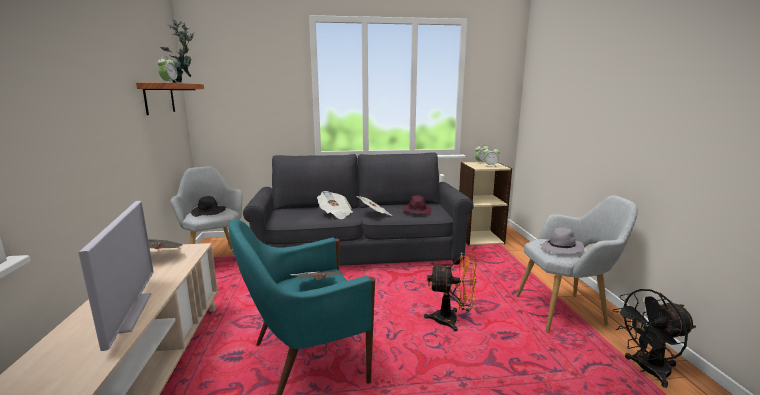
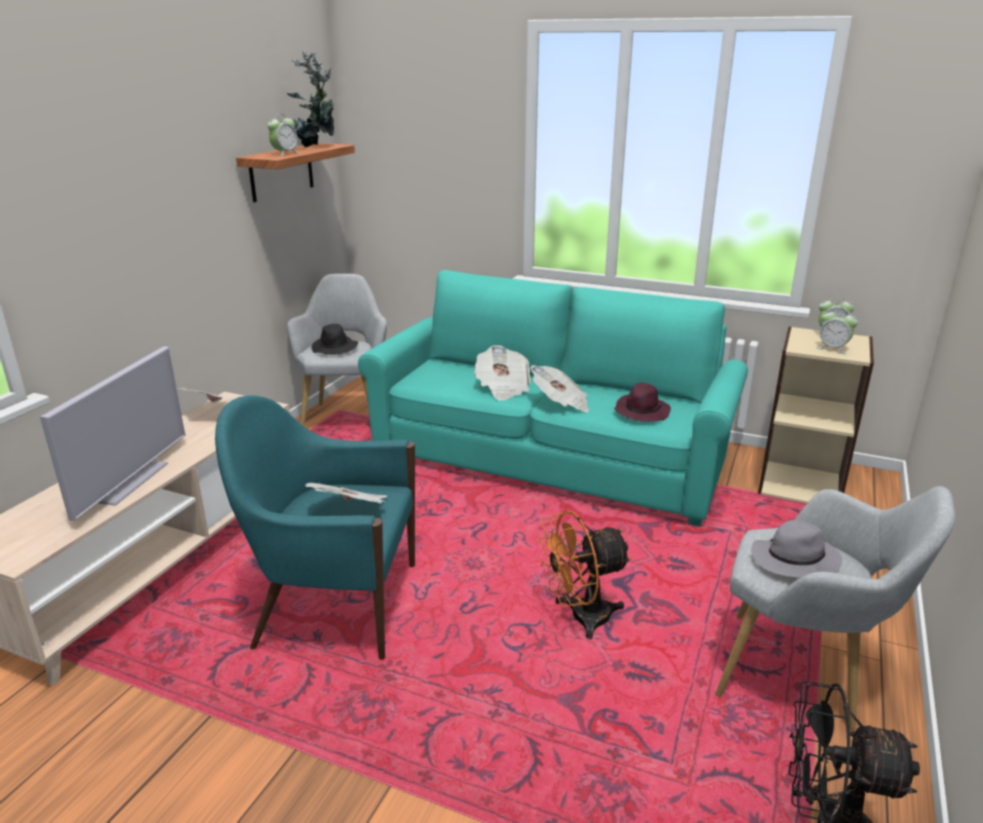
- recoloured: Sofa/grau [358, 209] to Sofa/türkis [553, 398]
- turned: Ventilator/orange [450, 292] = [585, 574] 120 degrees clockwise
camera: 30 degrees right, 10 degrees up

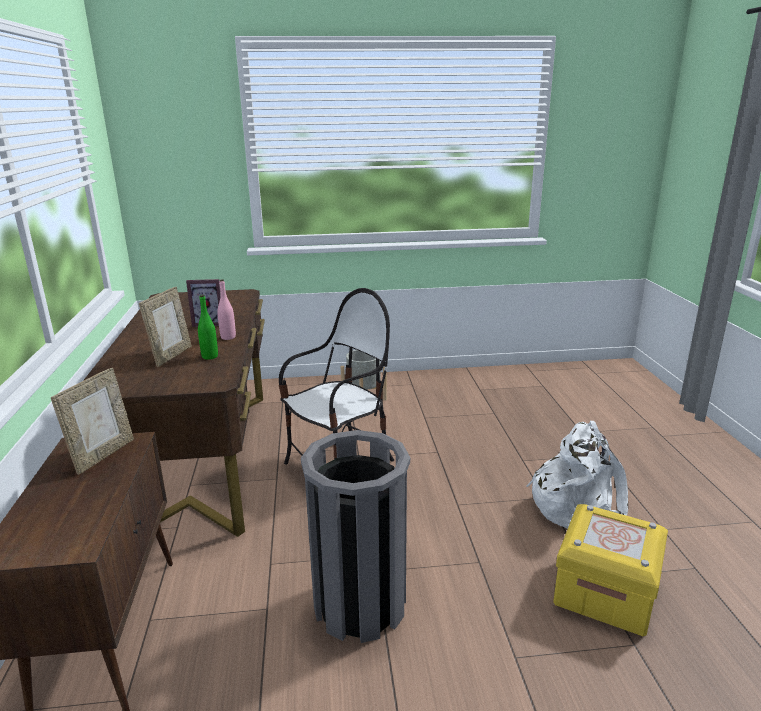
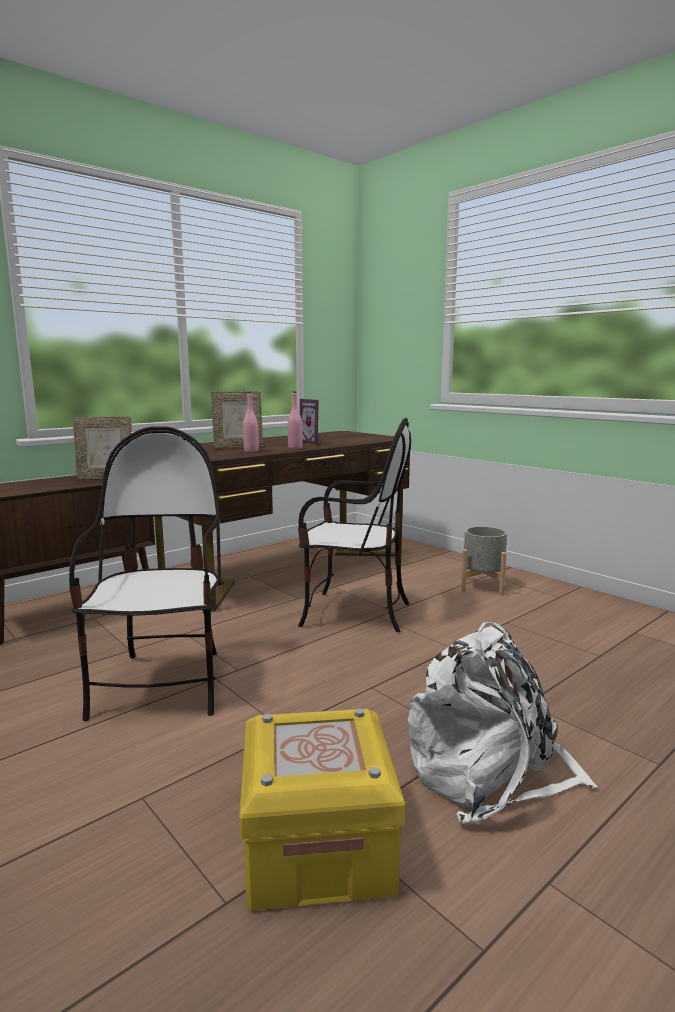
- replaced: Mülleimer/grau [355, 536] to Stuhl [145, 573]
- recoloured: Flasche/grün [208, 327] to Flasche/rosa [251, 422]
camera: 55 degrees right, 10 degrees down

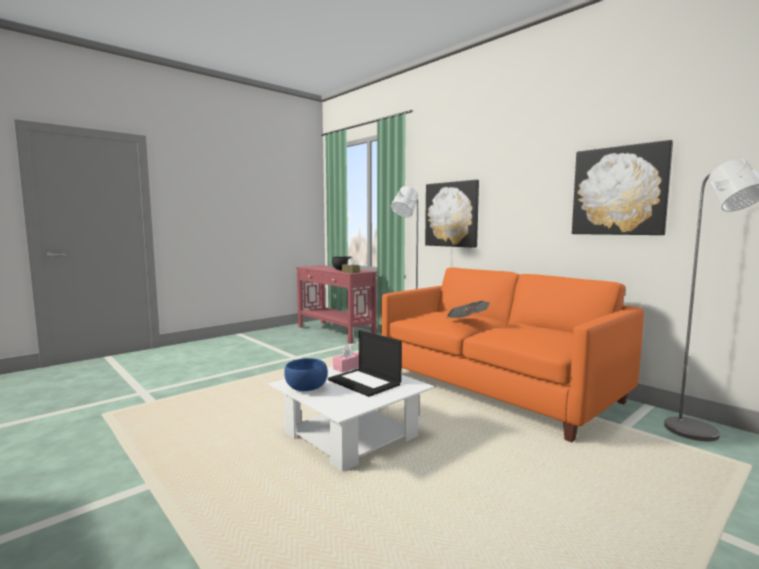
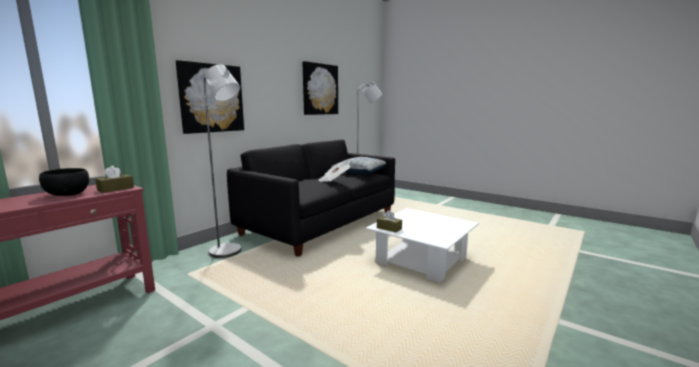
- recoloured: Sofa/orange [512, 354] to Sofa/schwarz [311, 198]
- added: Kissen [358, 165]
- recoloured: Taschentuchbox/rosa [346, 358] to Taschentuchbox/braun [389, 221]
- removed: Schüssel/blau [306, 374]
- removed: Laptop [365, 363]
camera: 100 degrees left, 5 degrees up

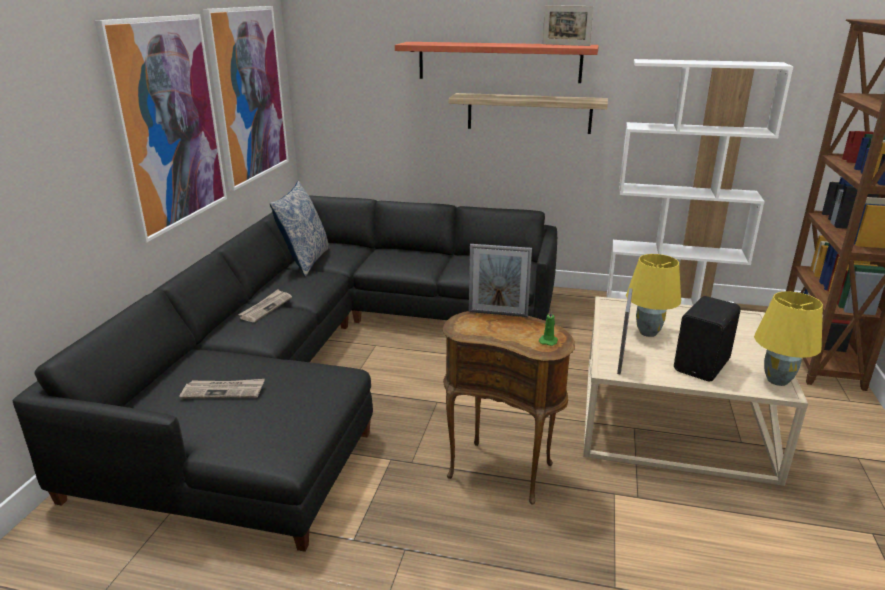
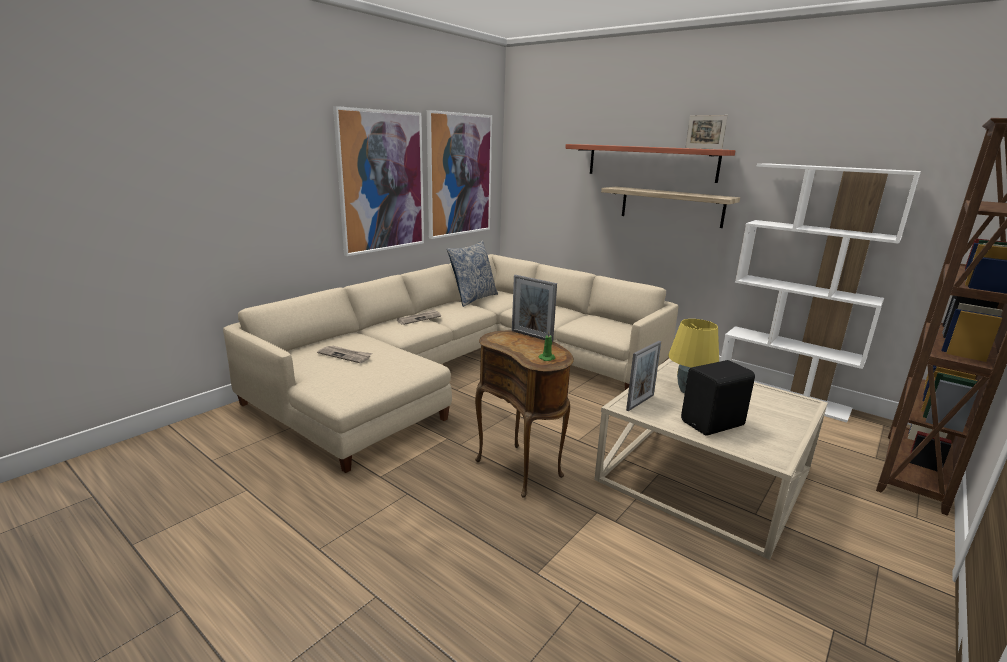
- recoloured: Sofa/schwarz [285, 373] to Sofa/beige [451, 363]
- removed: Tischlampe/gelb [788, 338]
camera: 25 degrees right, 5 degrees down

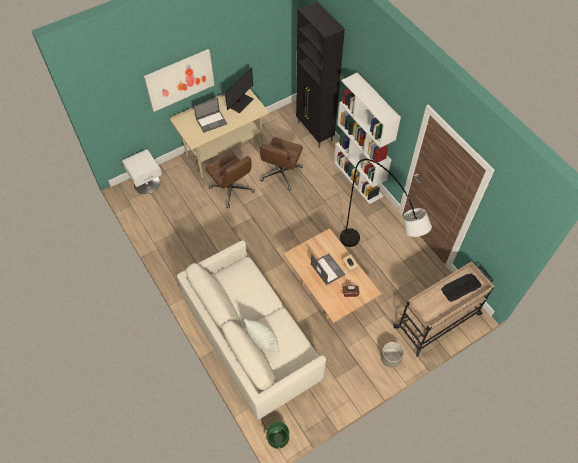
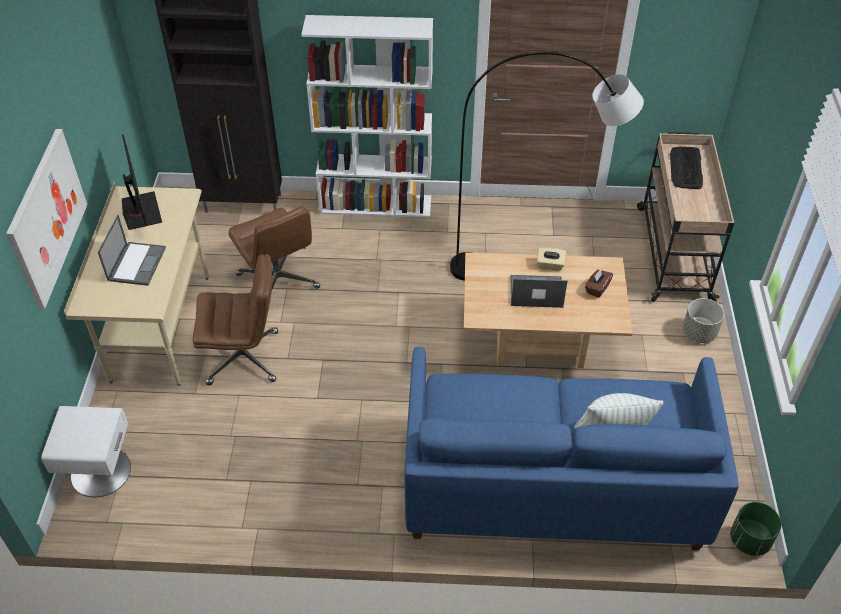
- recoloured: Sofa/weiß [251, 330] to Sofa/blau [572, 448]
camera: 55 degrees left, 10 degrees down

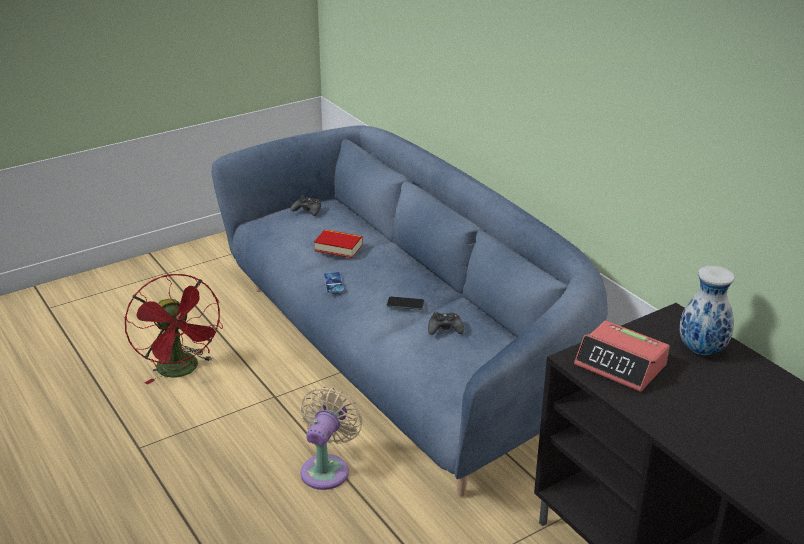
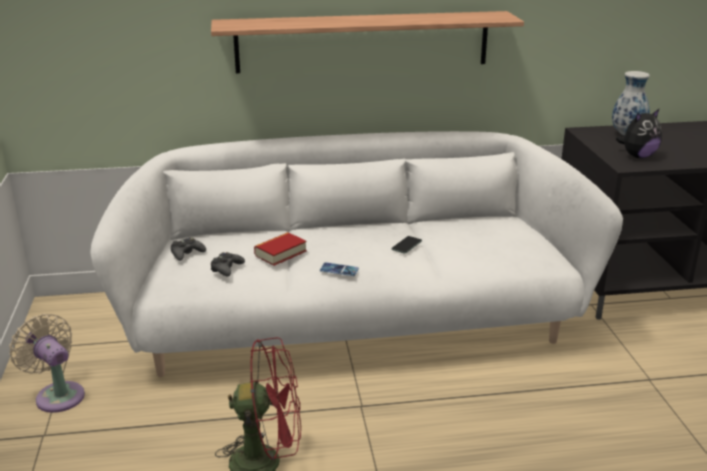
- moved: Ventilator/beige [331, 438] to [47, 363]
- recoloured: Sofa/blau [409, 311] to Sofa/weiß [356, 254]
- added: Wandregal [367, 42]
- moved: Gamepad/schwarz [446, 323] to [228, 264]
- replaced: Wecker [621, 356] to Plüschtier [639, 133]
camera: 65 degrees left, 5 degrees down

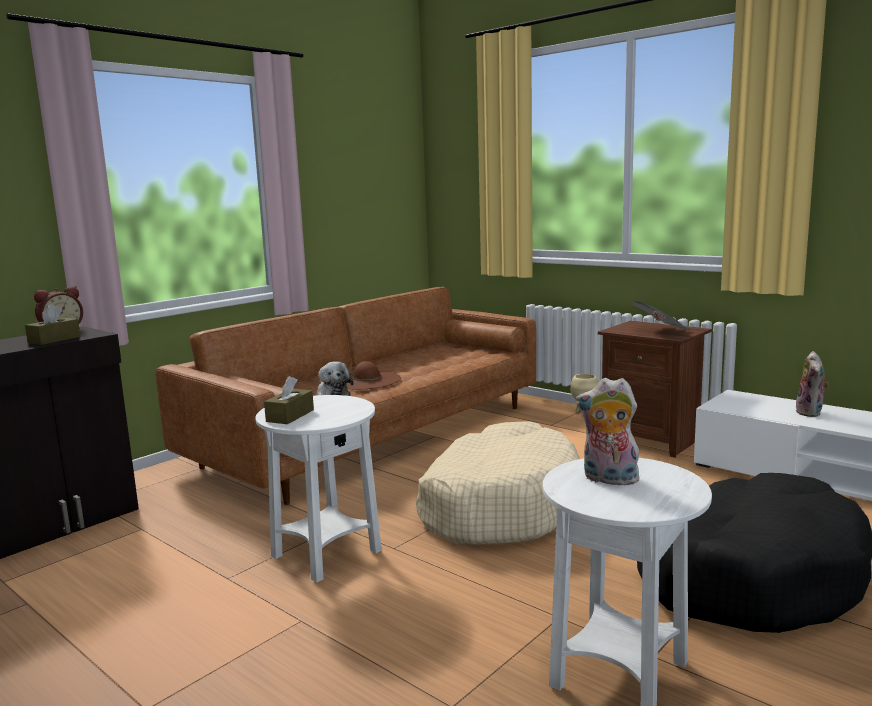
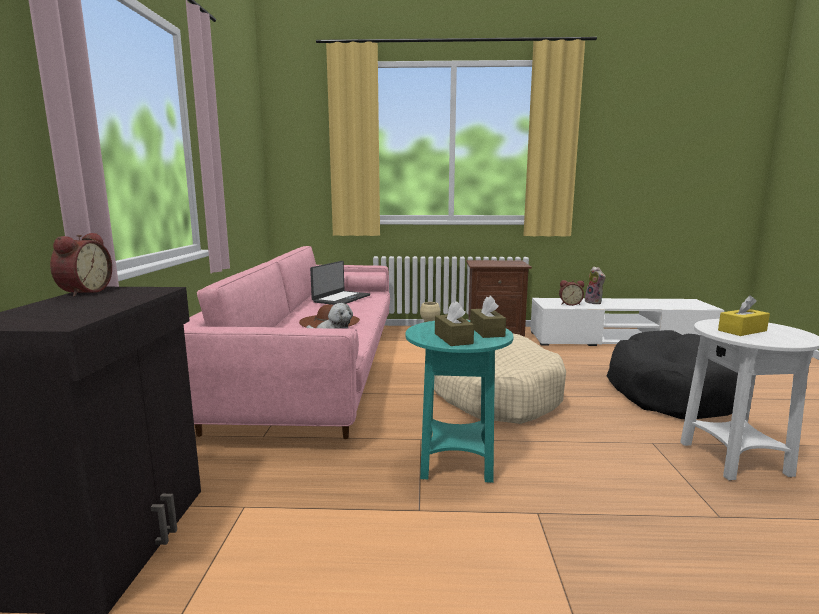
- recoloured: Sofa/braun [345, 396] to Sofa/rosa [287, 342]
- added: Laptop [340, 283]
- recoloured: Beistelltisch/weiß [318, 489] to Beistelltisch/türkis [459, 401]
- moved: Taschentuchbox/braun [52, 324] to [488, 317]
- added: Wecker [571, 293]
- replaced: Plüschtier [607, 431] to Taschentuchbox/gelb [744, 316]
- removed: Zeitung [661, 315]
camera: 40 degrees left, 0 degrees up

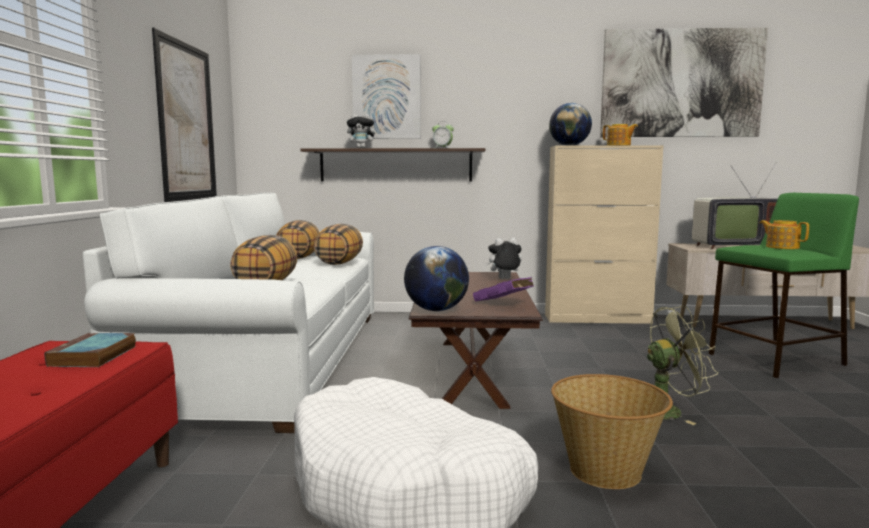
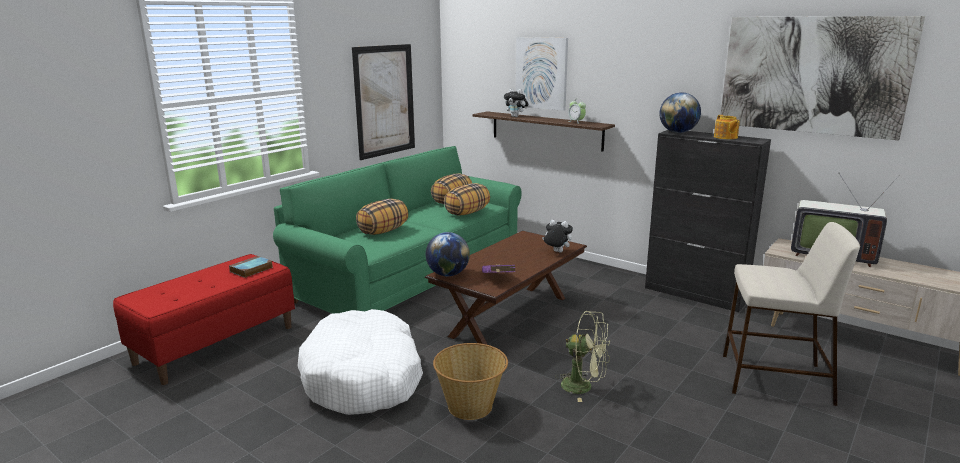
- recoloured: Sofa/weiß [228, 312] to Sofa/grün [397, 229]
- recoloured: Schrank/beige [604, 234] to Schrank/schwarz [708, 221]
- recoloured: Hocker/grün [784, 285] to Hocker/beige [791, 314]
- removed: Teekanne [784, 234]
camera: 35 degrees right, 10 degrees up

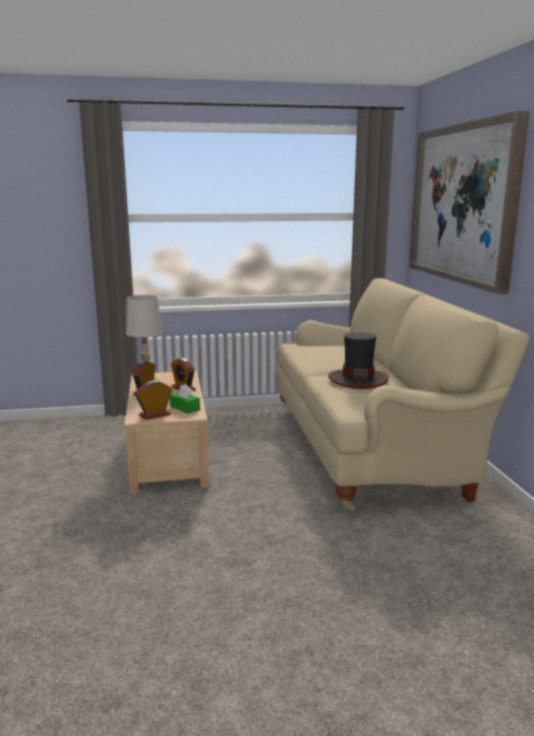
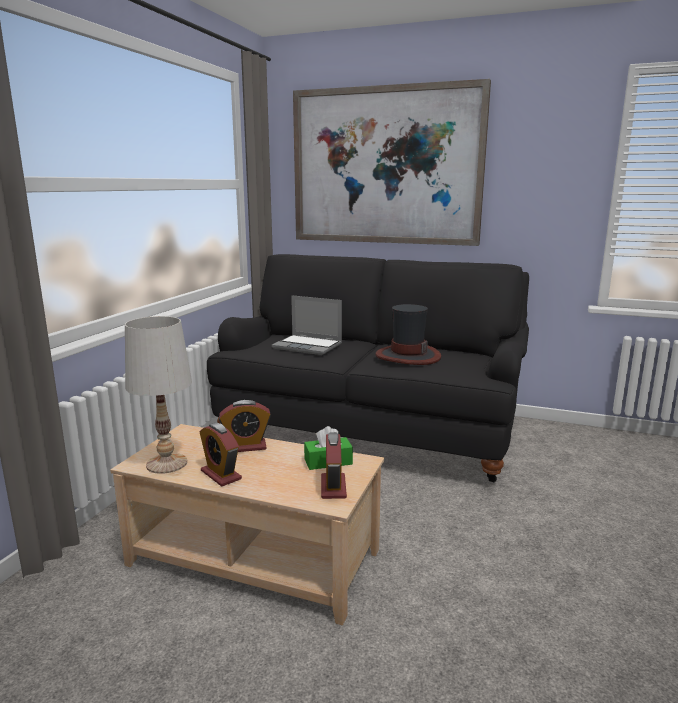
- recoloured: Sofa/beige [403, 394] to Sofa/schwarz [368, 368]
- added: Laptop [307, 325]
camera: 60 degrees left, 0 degrees up

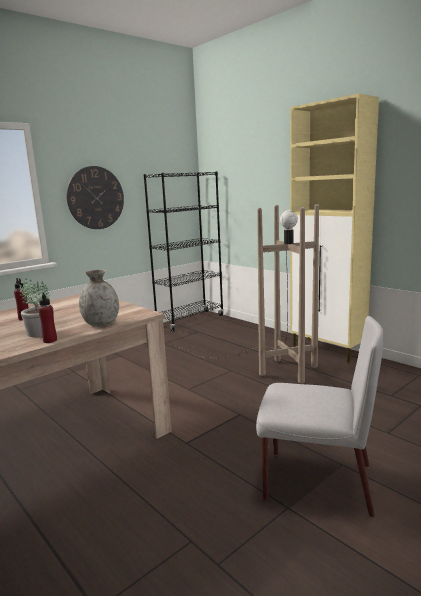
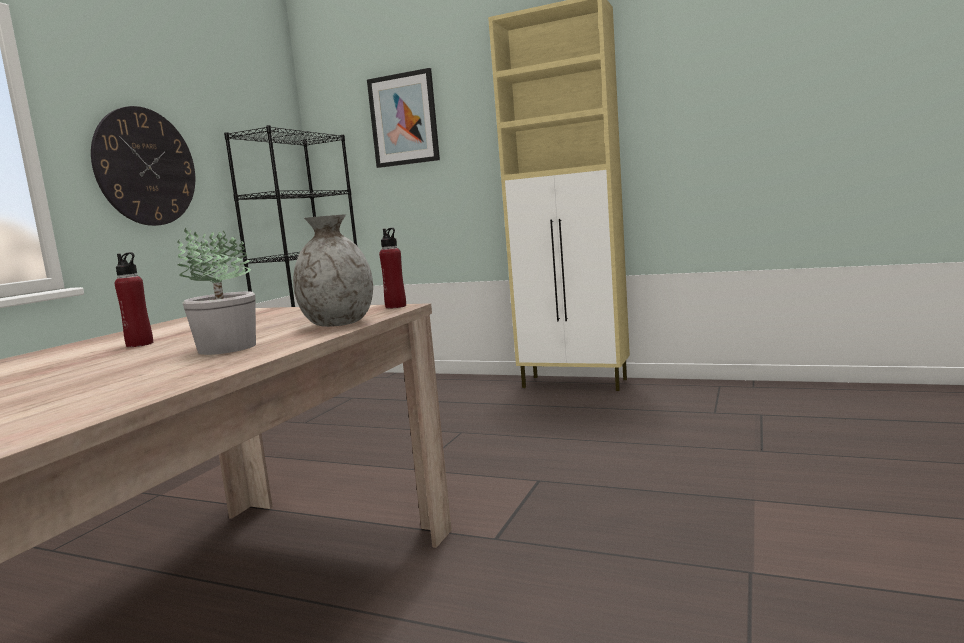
- added: Bild [403, 118]
- moved: Flasche/rot [47, 318] to [392, 268]
- removed: Stehlampe/braun [231, 294]
- removed: Stuhl/grau [320, 416]
camera: 25 degrees left, 5 degrees down

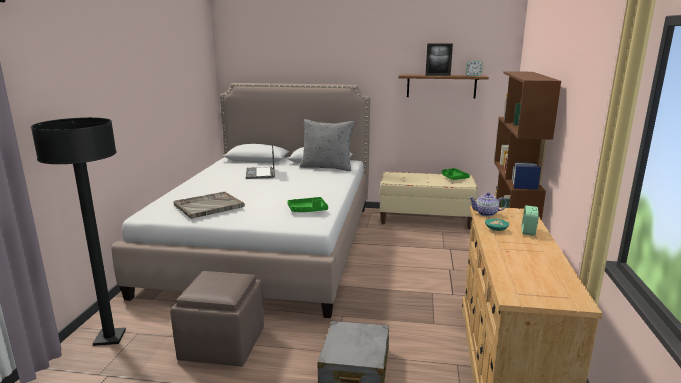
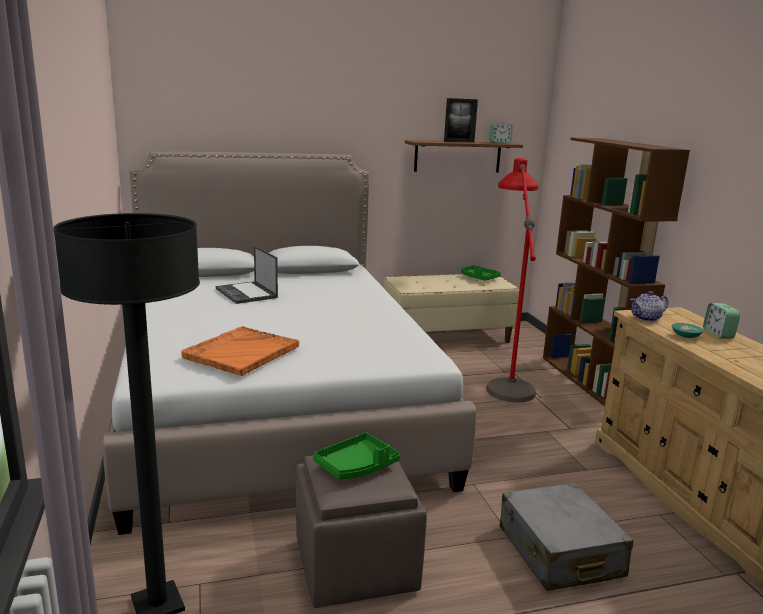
- recoloured: Tablett/grau [209, 205] to Tablett/orange [240, 351]
- moved: Tablett/grün [307, 204] to [356, 455]
- added: Stehlampe/rot [512, 280]
- removed: Kissen/grau [327, 145]
camera: 25 degrees left, 0 degrees up

